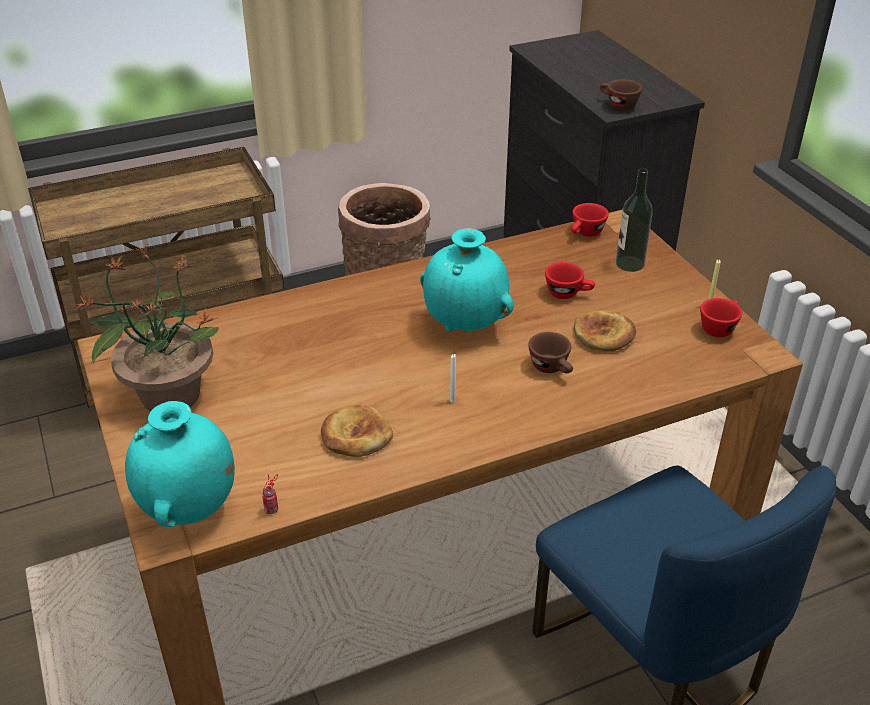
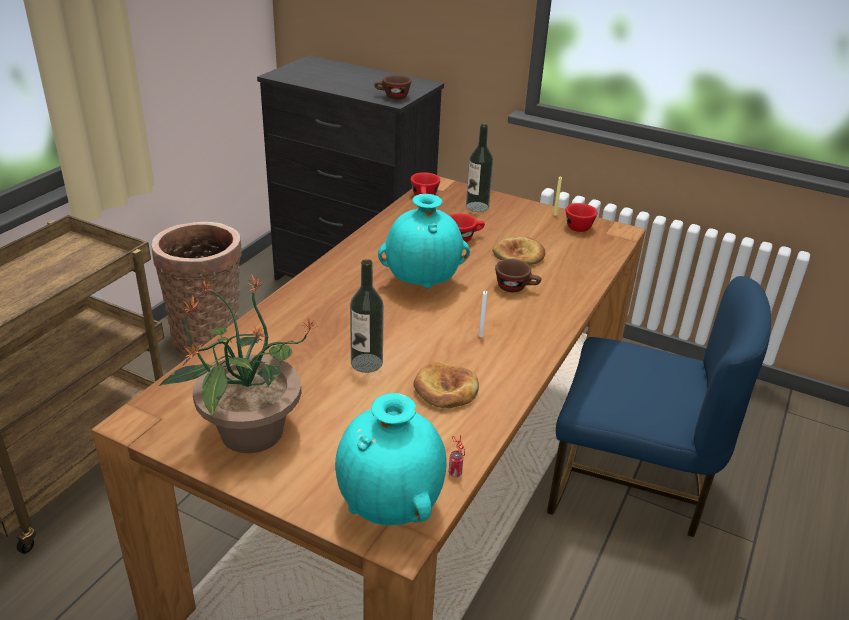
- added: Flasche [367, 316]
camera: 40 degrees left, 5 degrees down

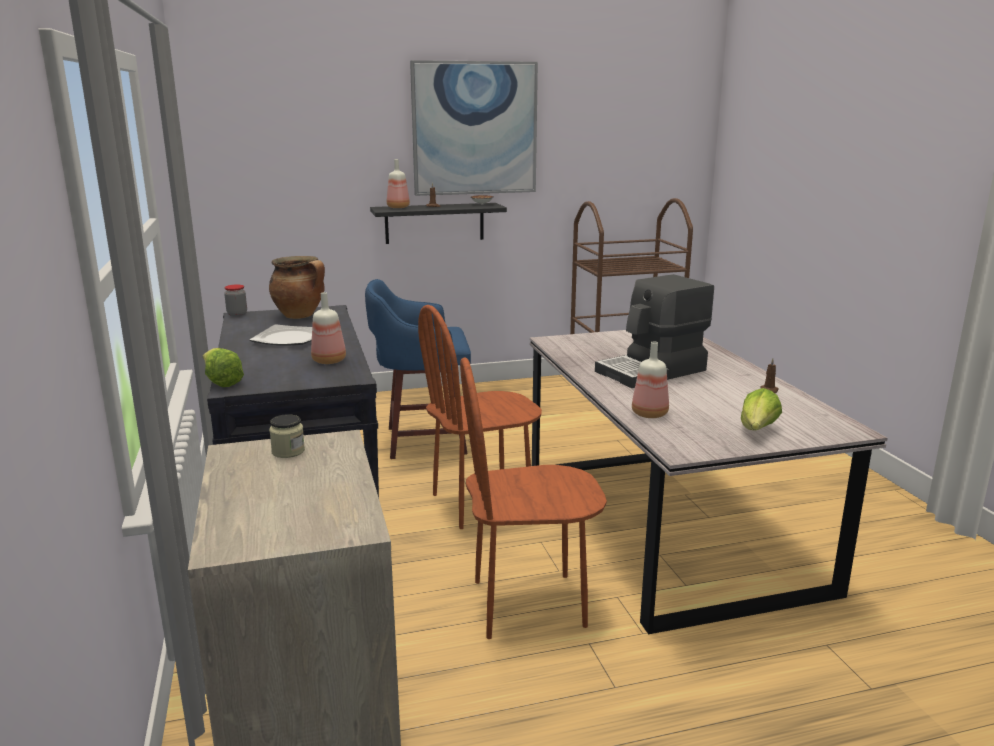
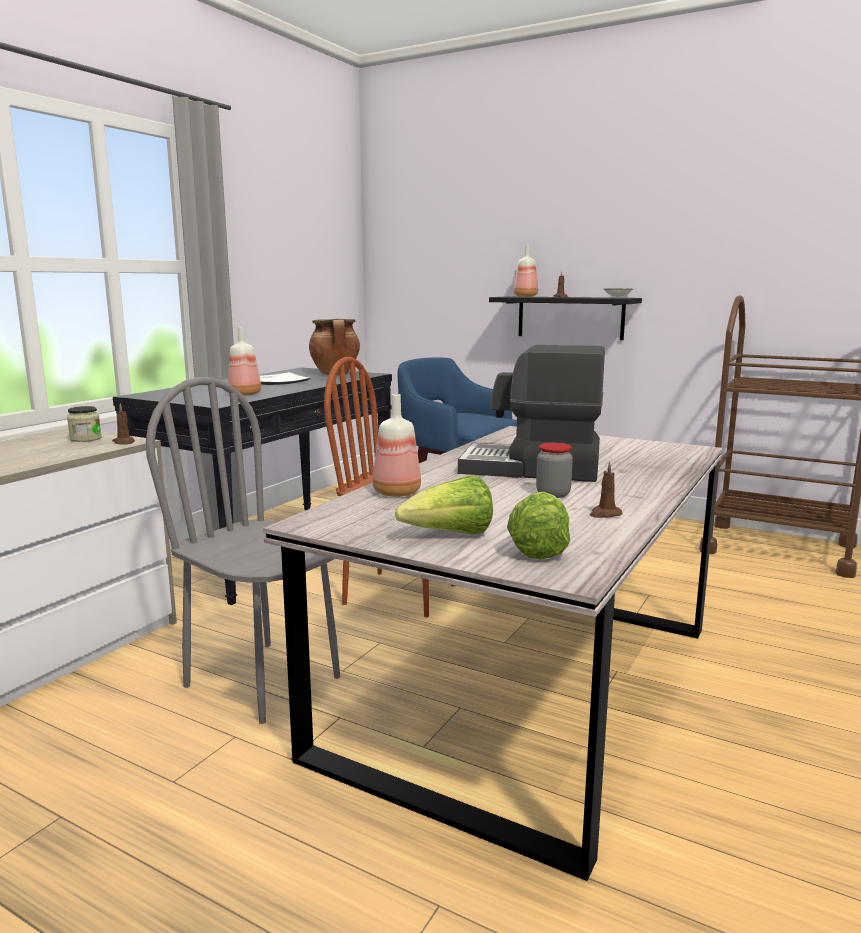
- added: Kerze/braun [123, 424]
- recoloured: Stuhl/braun [533, 498] to Stuhl/grau [243, 550]
- moved: Salatkopf [223, 367] to [538, 525]
- moved: Vorratsglas [235, 300] to [554, 470]
- removed: Bild [474, 128]
camera: 45 degrees right, 5 degrees down

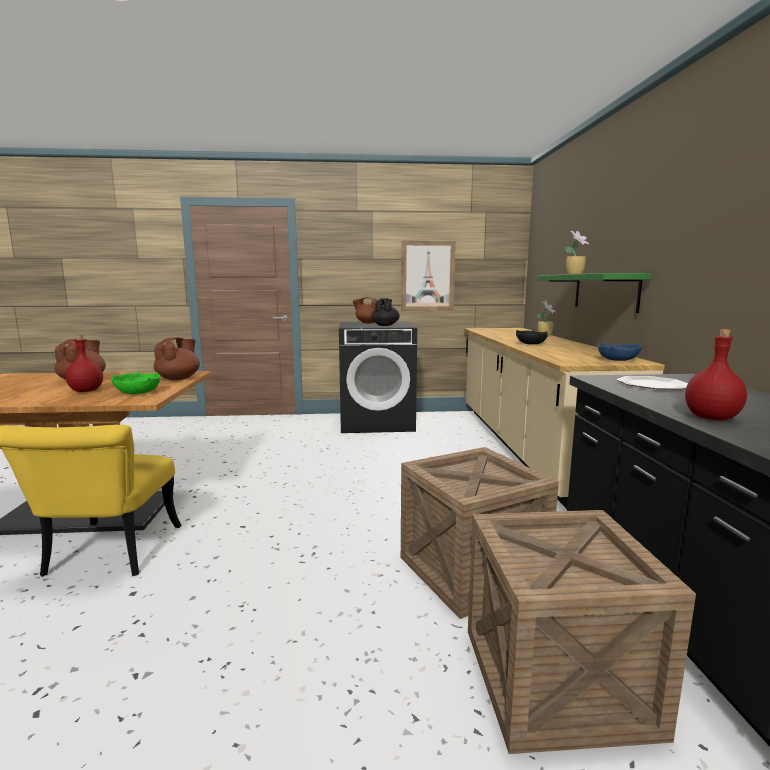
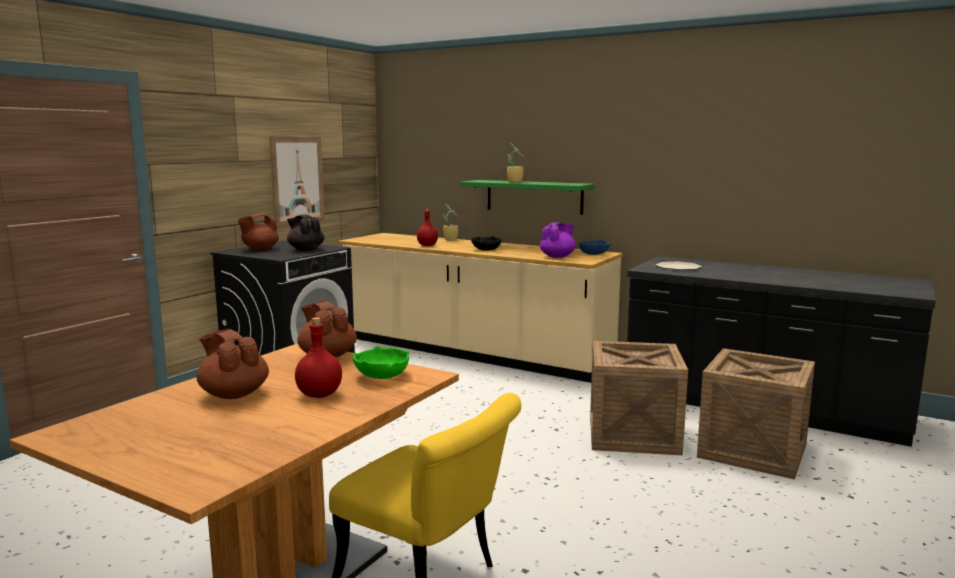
- moved: Flasche/rot [716, 374] to [427, 227]
- added: Teekanne/lila [558, 240]
camera: 55 degrees left, 0 degrees up

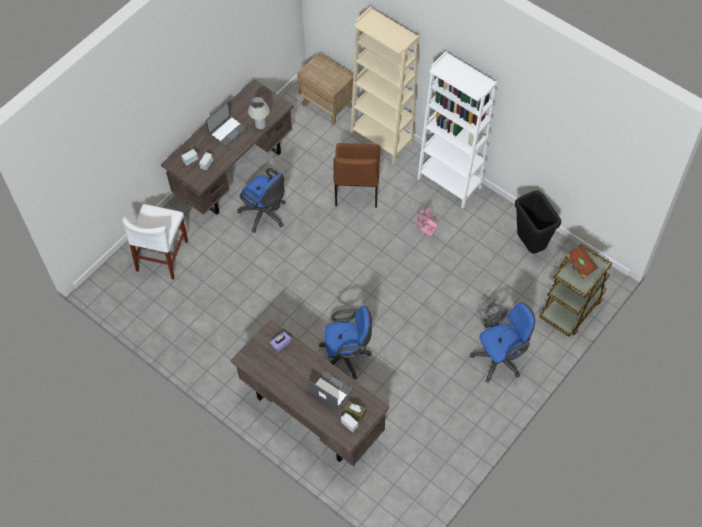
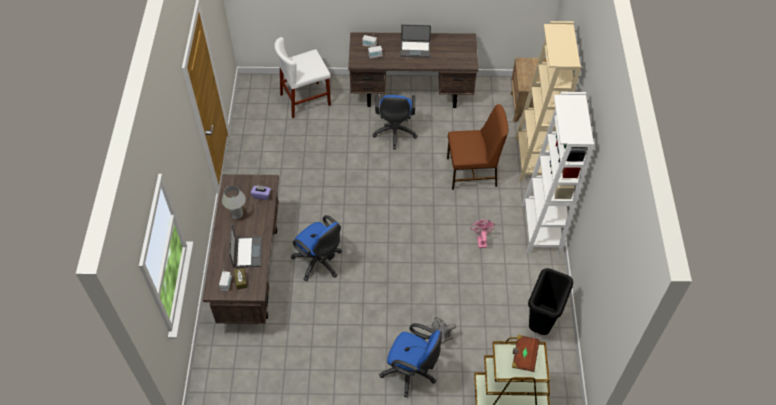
- moved: Tischlampe/weiß [259, 113] to [234, 202]
- turned: Stuhl/braun [357, 175] = [477, 147] 150 degrees counterclockwise
camera: 50 degrees right, 5 degrees down

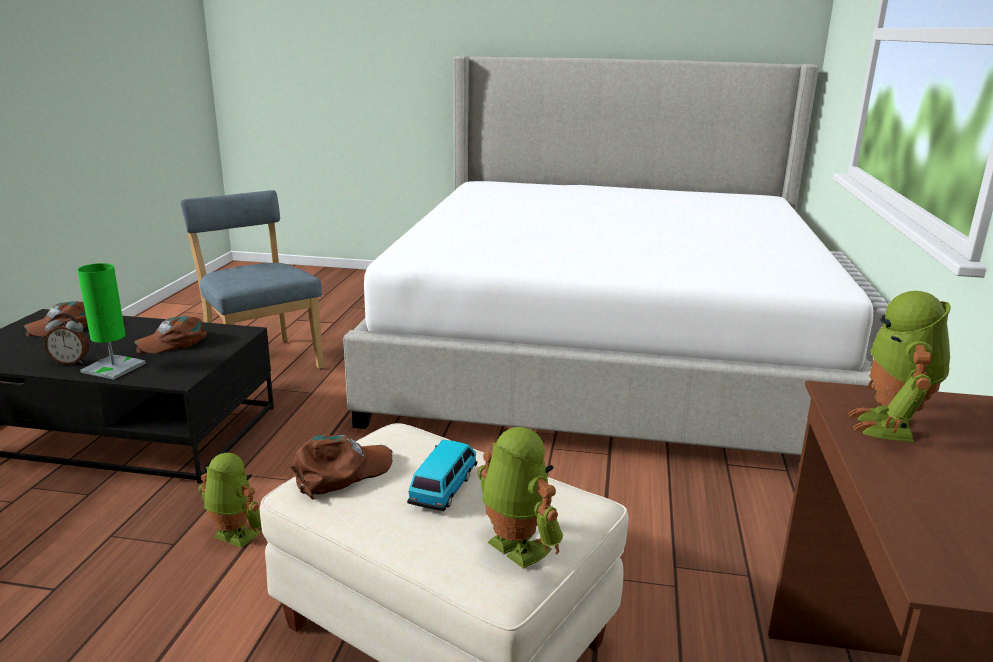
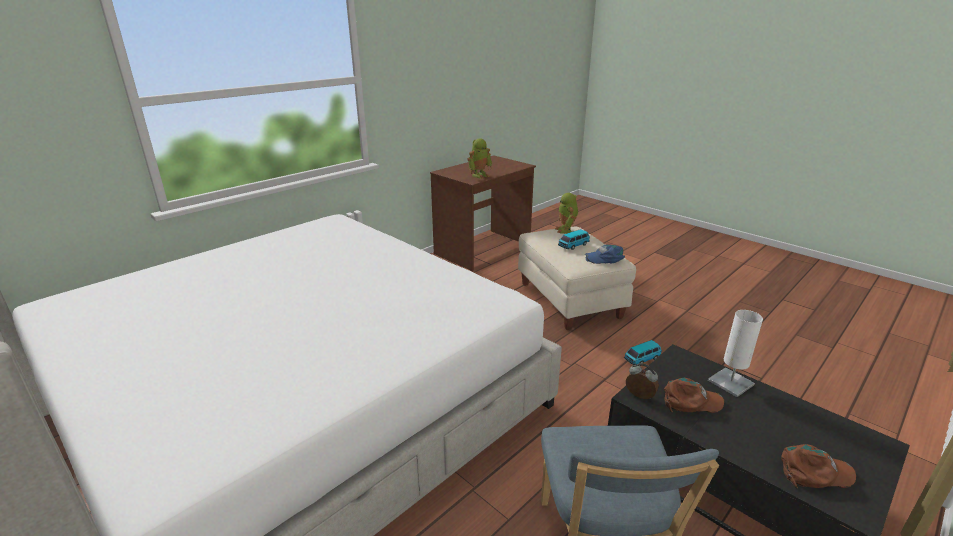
- recoloured: Kappe/braun [342, 467] to Kappe/blau [605, 254]
- replaced: Spielzeugroboter [230, 500] to Spielzeugauto [643, 353]
- moved: Wecker [66, 339] to [642, 381]
- recoloured: Tischlampe/grün [111, 321] to Tischlampe/weiß [735, 353]
camera: 145 degrees left, 5 degrees up

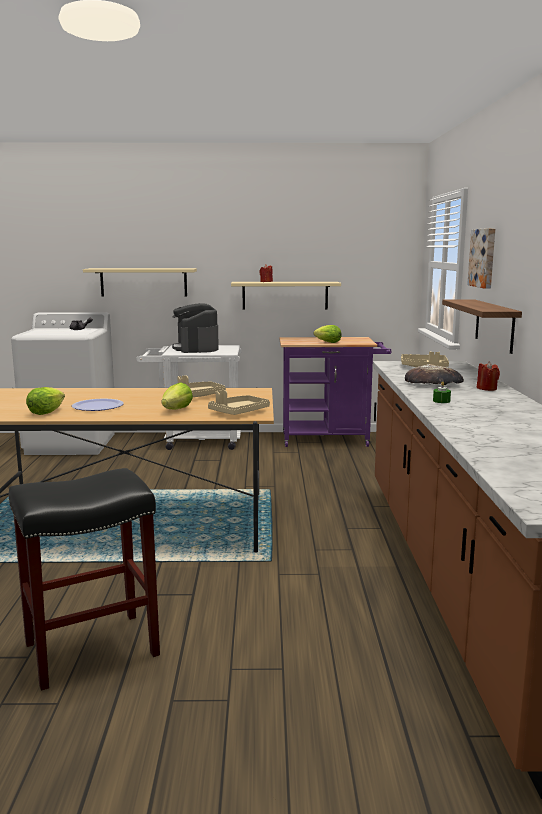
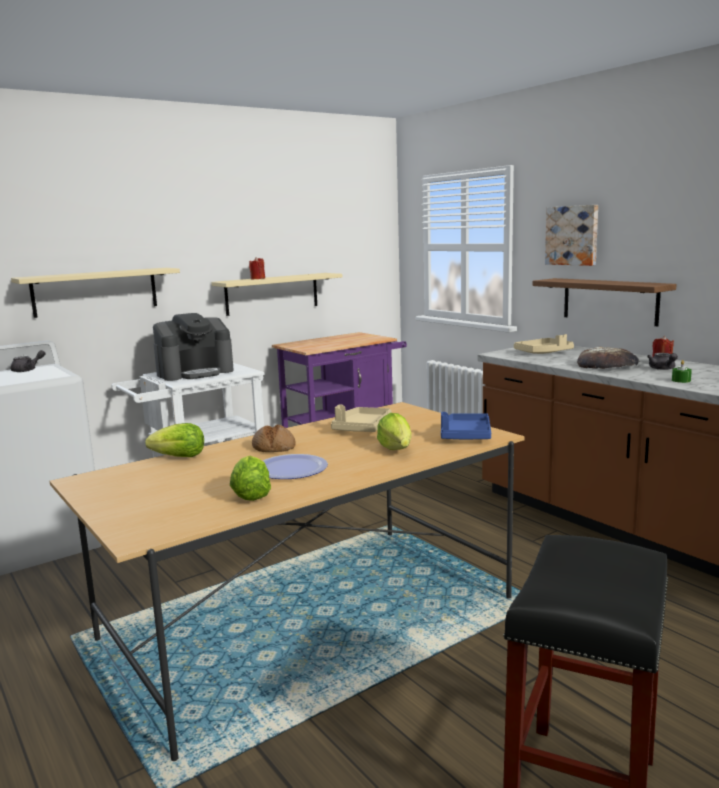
- moved: Salatkopf [328, 334] to [174, 440]
- turned: Kaffeemaschine [195, 328] = [193, 347] 75 degrees counterclockwise
- added: Brot [274, 438]
- recoloured: Tablett/beige [239, 402] to Tablett/blau [466, 426]
- added: Teekanne/grau [662, 361]
camera: 35 degrees left, 0 degrees up

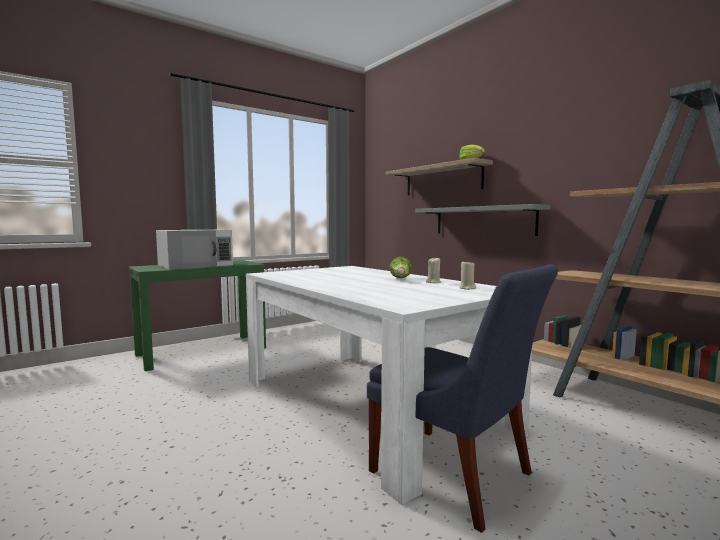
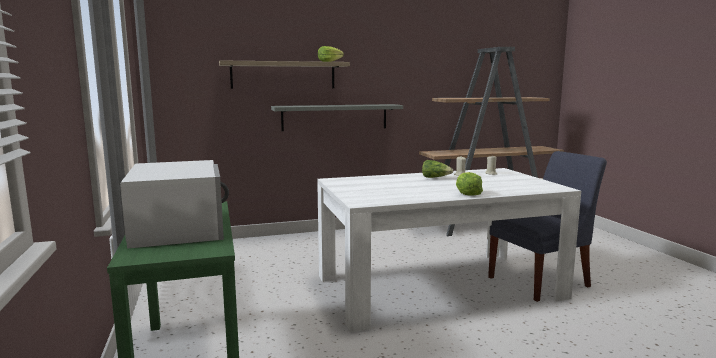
- added: Salatkopf [469, 184]
camera: 70 degrees left, 5 degrees up

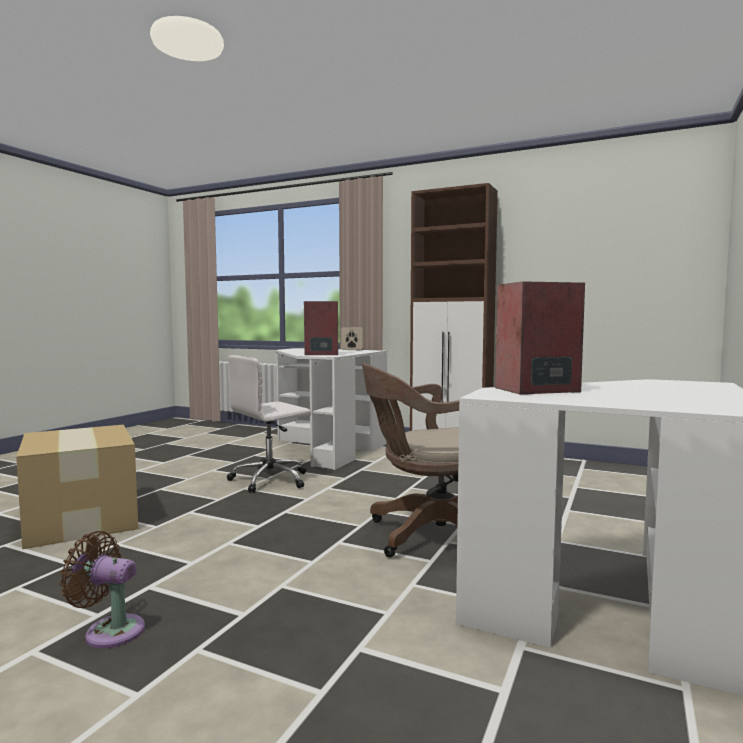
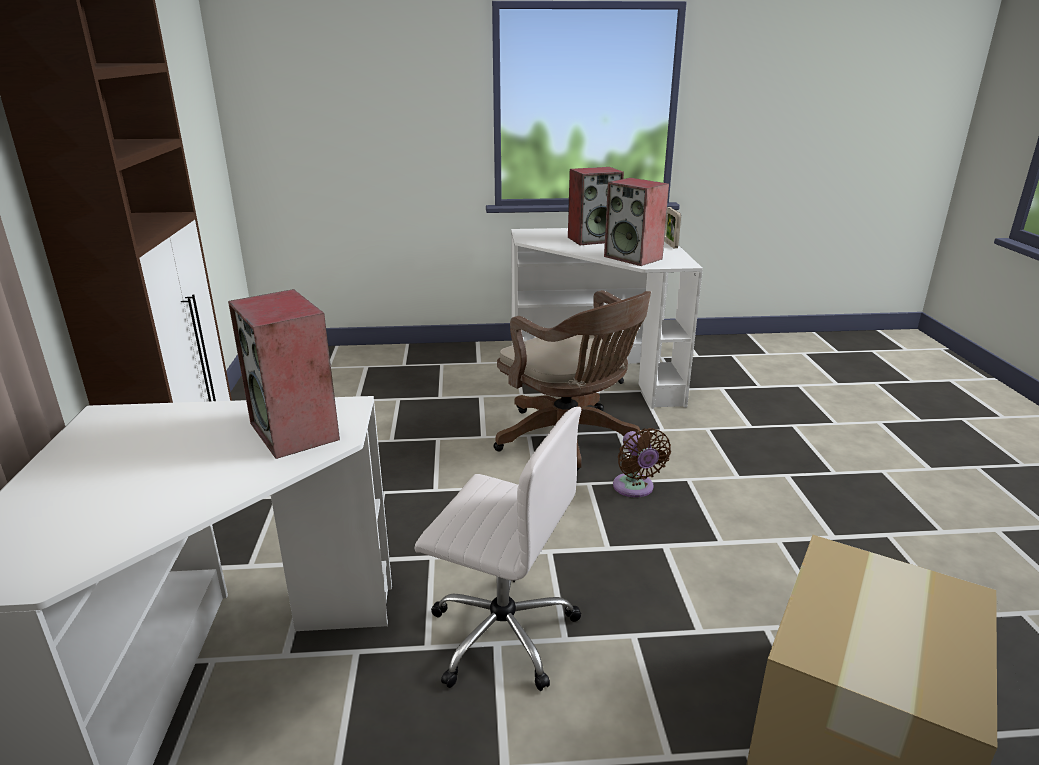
- added: Lautsprecher [596, 206]
- moved: Ventilator/braun [102, 589] to [642, 463]
- moved: Bilderrahmen [352, 338] to [672, 227]
camera: 120 degrees left, 20 degrees up

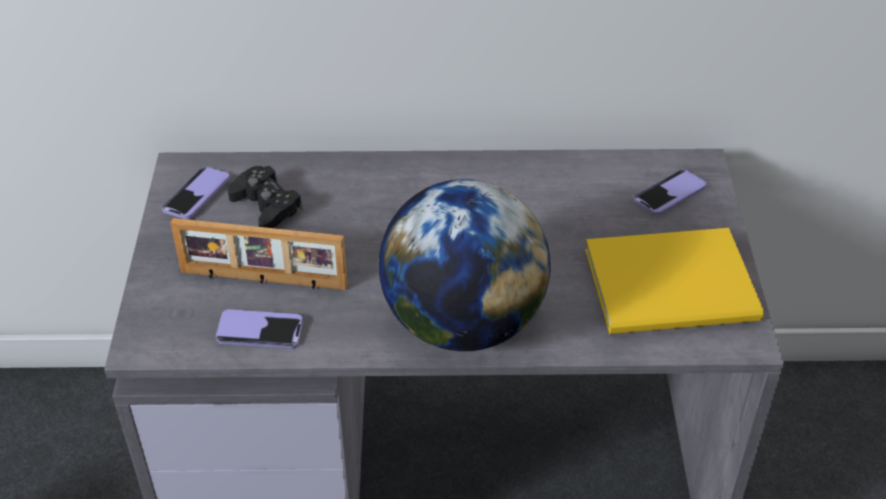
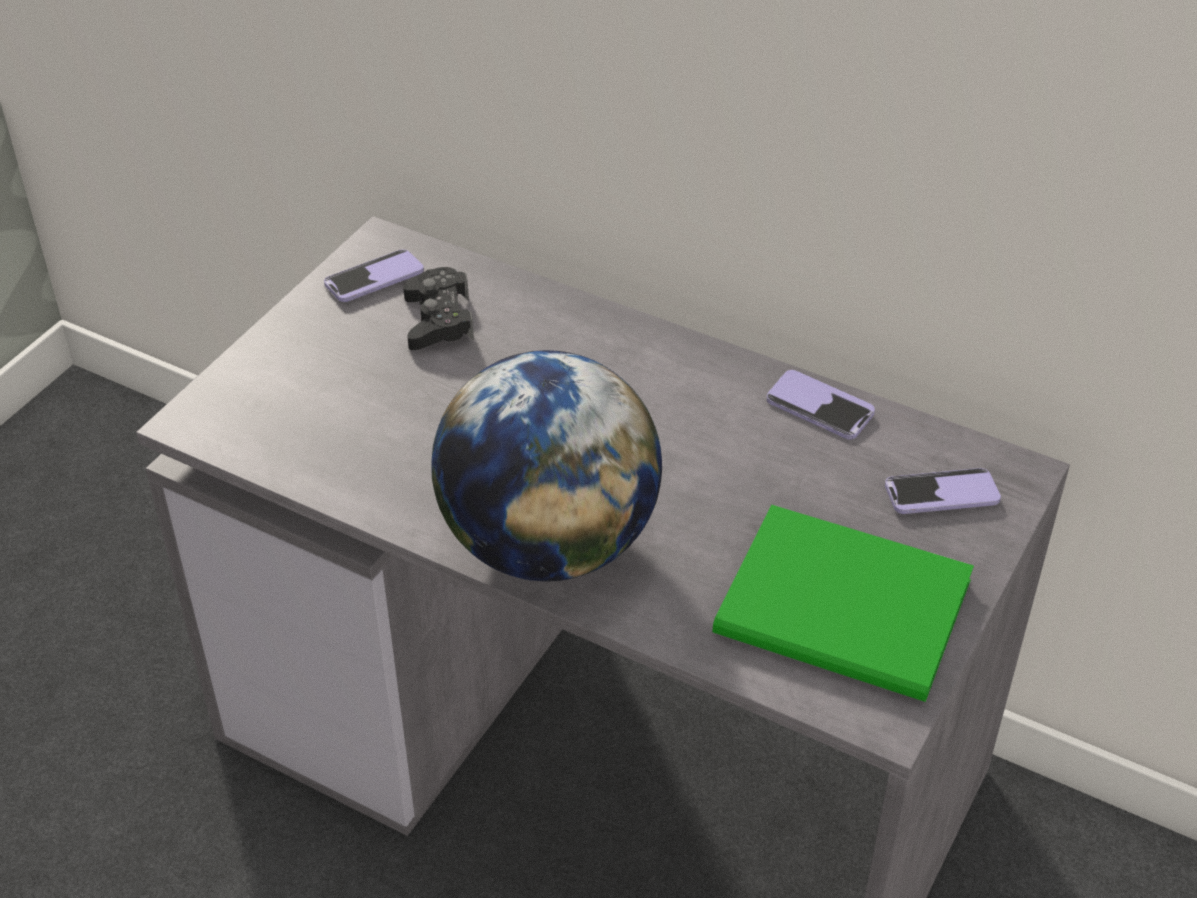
- recoloured: Buch/gelb [674, 281] to Buch/grün [843, 603]
- moved: Handy [259, 329] to [821, 405]
- removed: Bilderrahmen [259, 254]
camera: 30 degrees right, 0 degrees up

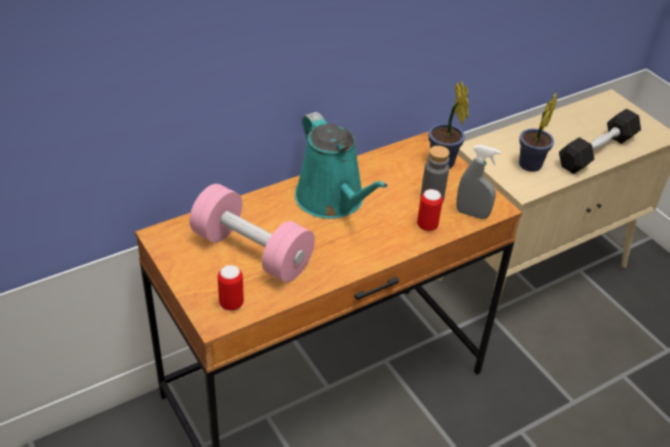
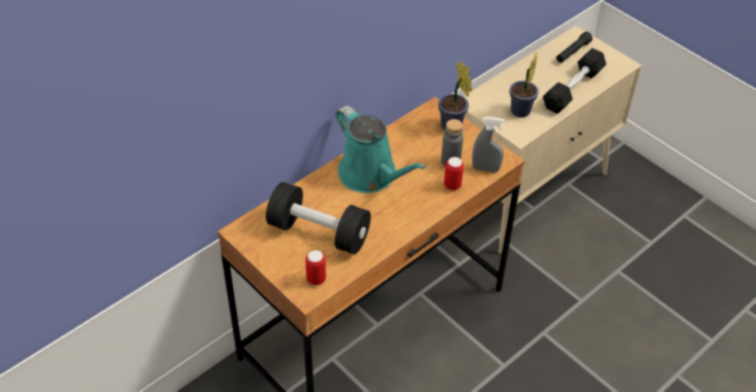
- recoloured: Hantel/rosa [252, 233] to Hantel/schwarz [318, 218]
- added: Taschenlampe/schwarz [574, 47]
camera: 10 degrees left, 5 degrees up

